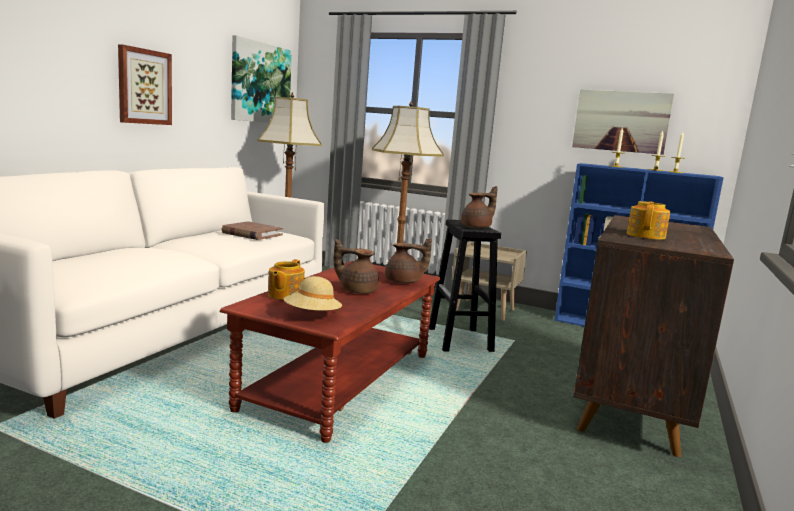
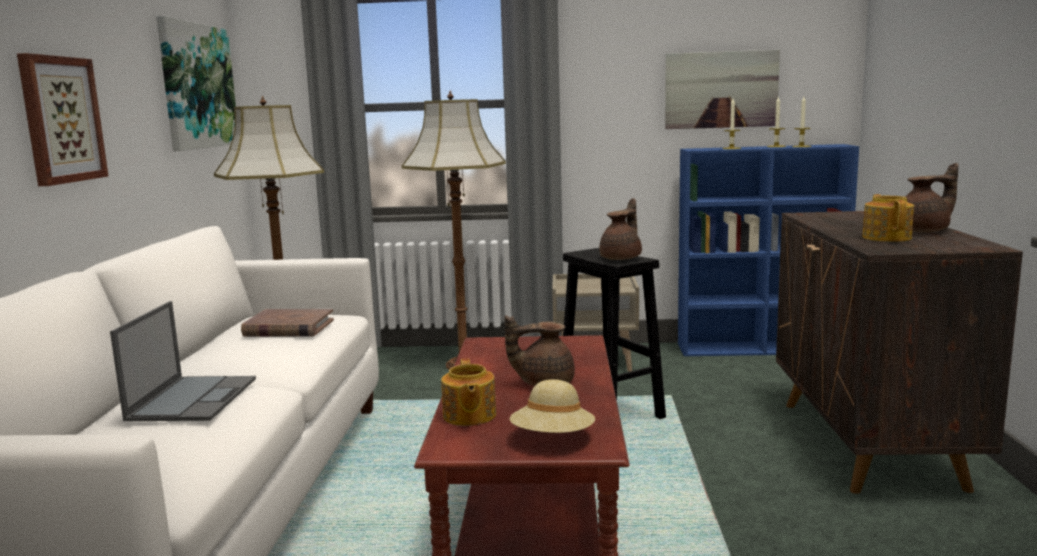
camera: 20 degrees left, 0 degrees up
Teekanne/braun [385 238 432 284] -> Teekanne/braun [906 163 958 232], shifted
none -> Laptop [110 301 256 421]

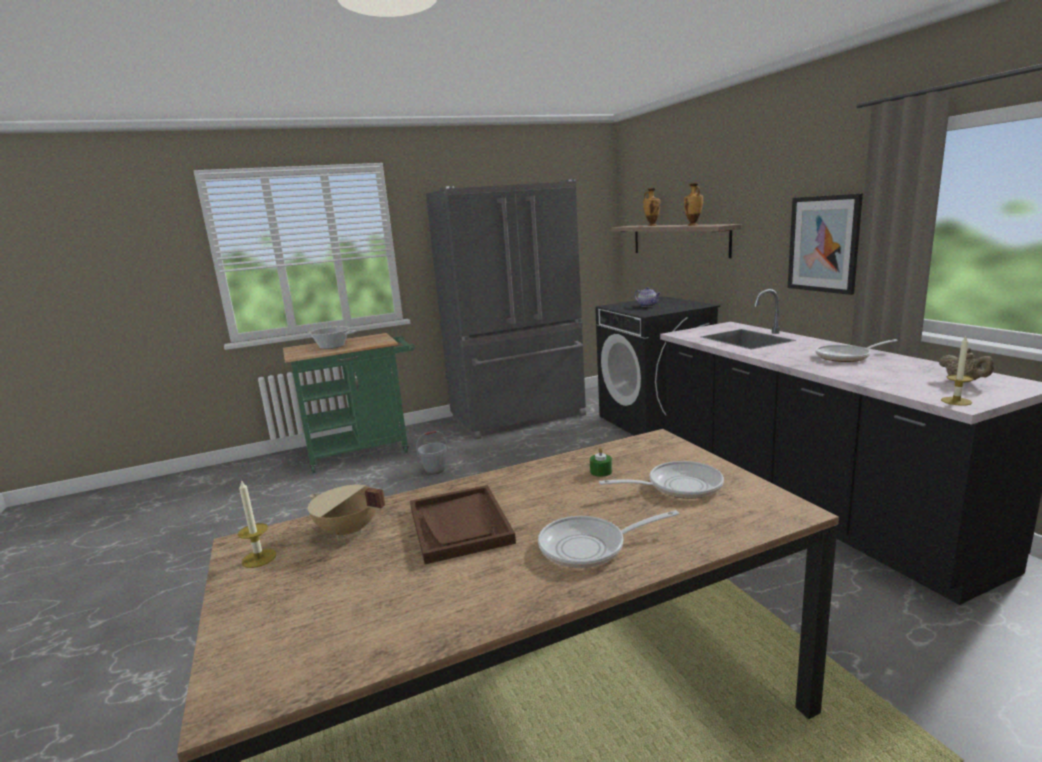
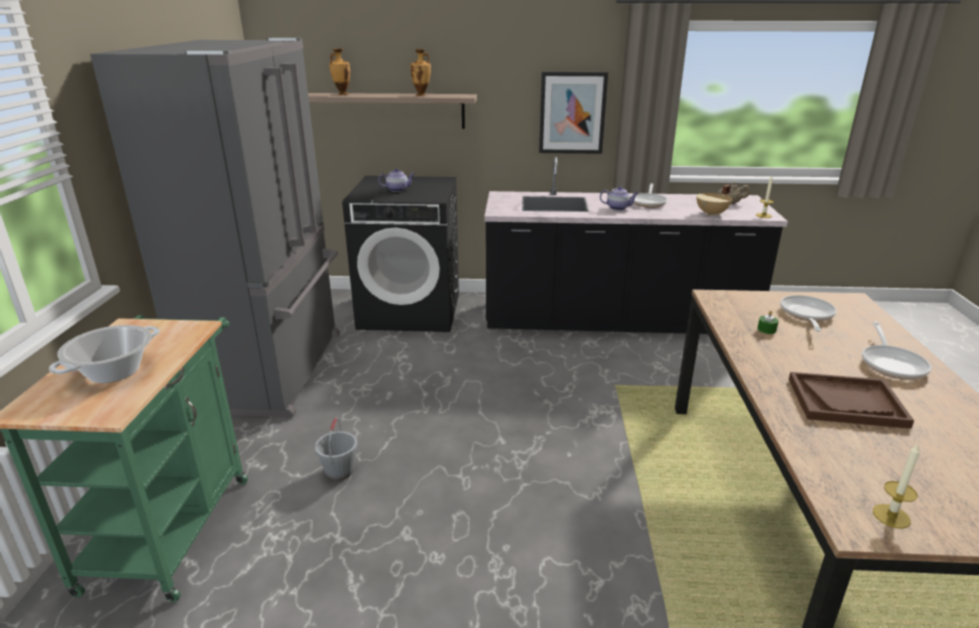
camera: 65 degrees left, 10 degrees up
Kochtopf/beige [308 485 386 539] -> Kochtopf/beige [696 185 732 216], shifted
none -> Teekanne [600 186 639 210]

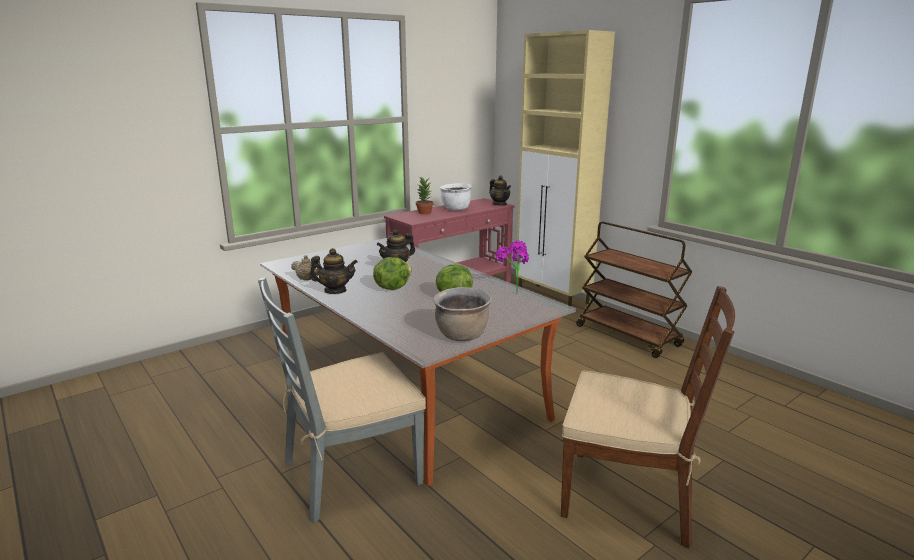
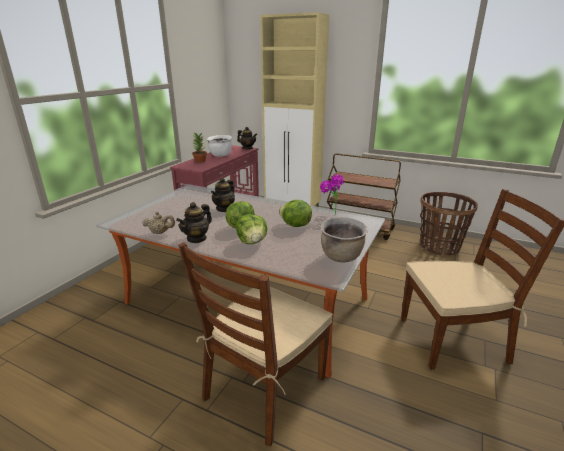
camera: 25 degrees left, 5 degrees up
Teekanne [309 248 358 294] -> Teekanne [176 202 212 243], 150 degrees clockwise
Stuhl/grau [258 277 426 523] -> Stuhl/braun [178 242 333 446]
none -> Korb [420 192 478 256]
none -> Salatkopf [236 214 267 244]

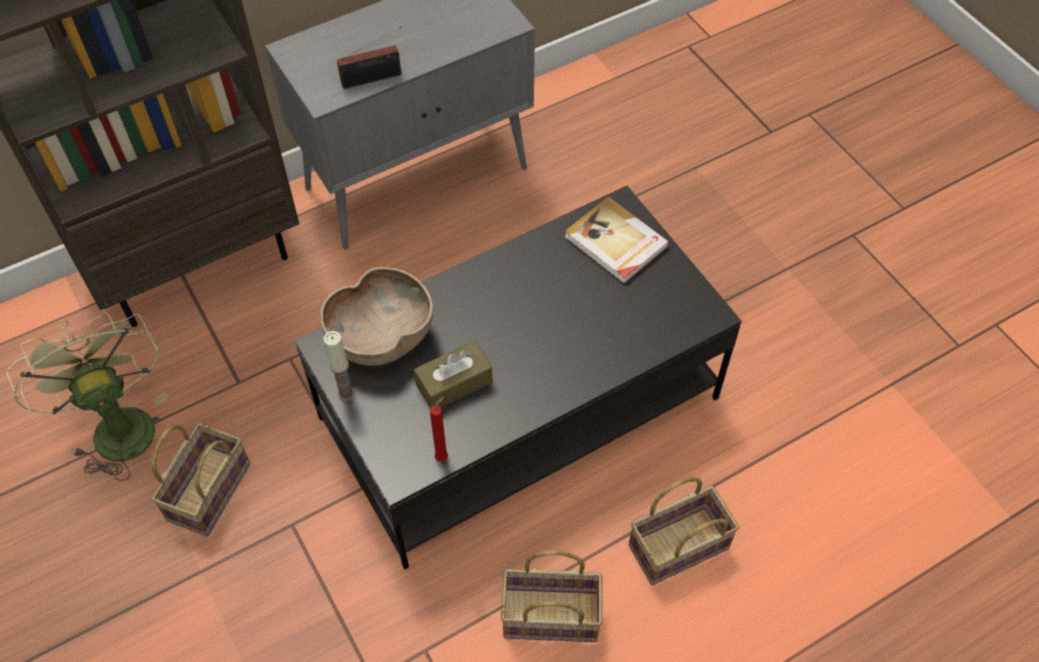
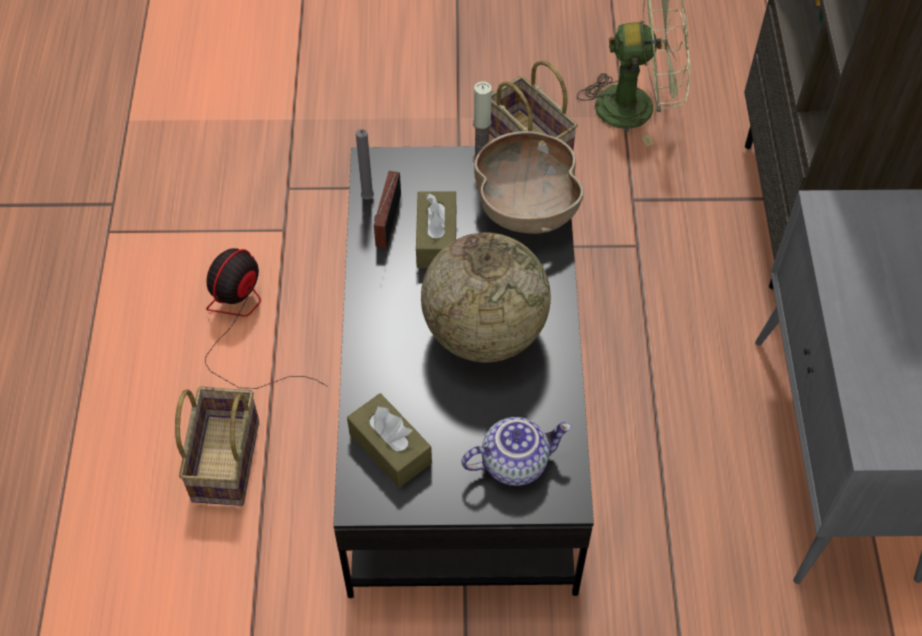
camera: 120 degrees right, 0 degrees up
Radio [337 26 402 89] -> Radio [374 171 401 248], shifted
Buch [564 197 669 284] -> Teekanne [461 417 571 486]
Kerze/rot [430 396 448 462] -> Kerze/grau [356 129 374 200]
Korb [501 551 603 642] -> Ventilator [205 248 328 389]
none -> Globus [421 232 551 362]
none -> Taschentuchbox/braun [347 393 432 488]

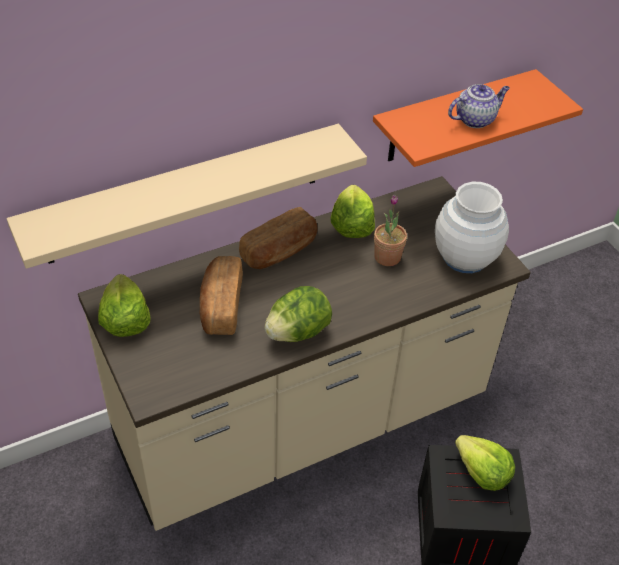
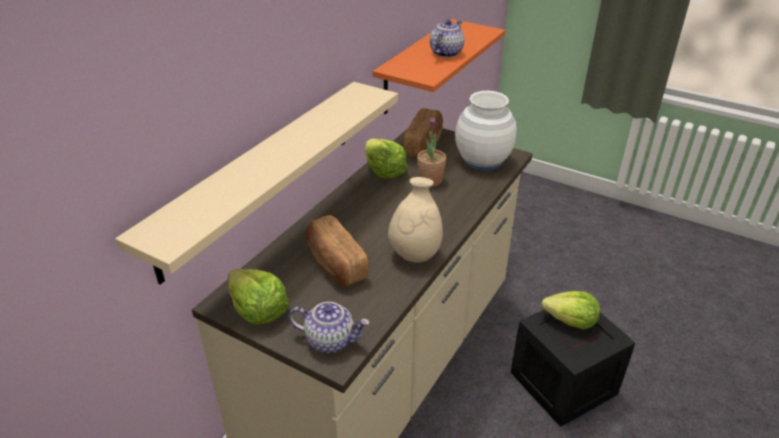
camera: 30 degrees left, 10 degrees down
Brot [239 207 318 269] -> Brot [403 108 443 157], shifted
Salatkopf [264 286 332 342] -> Vase/beige [388 177 443 263]
none -> Teekanne [289 302 370 353]

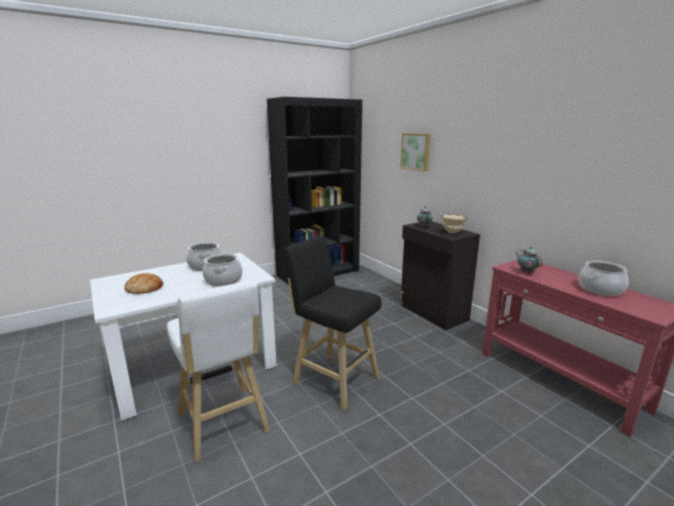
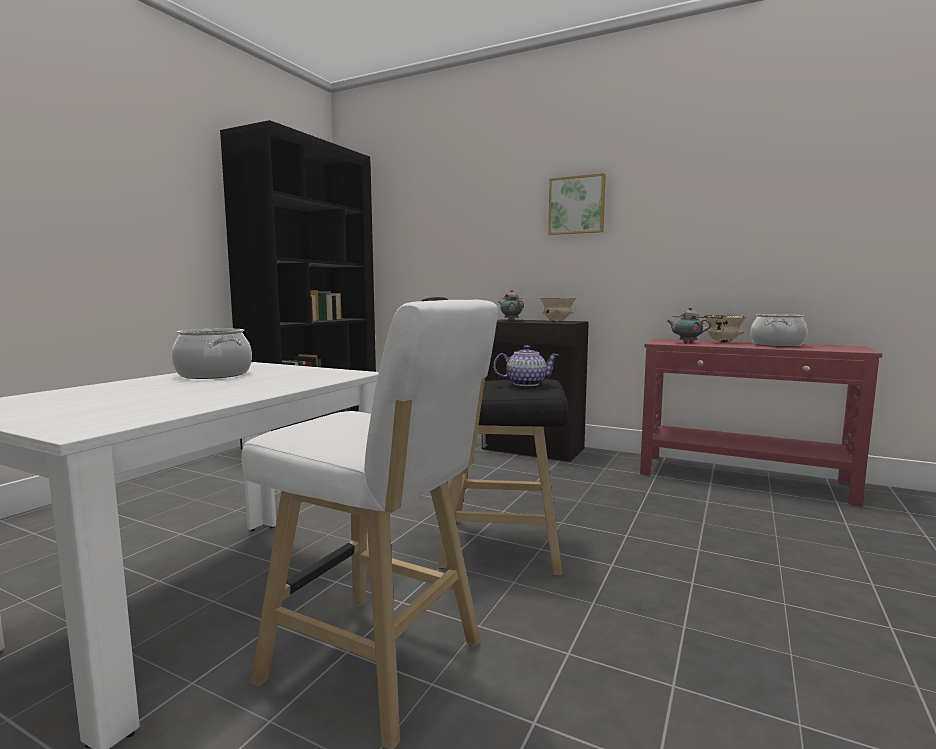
camera: 30 degrees left, 10 degrees down
Bild [400 133 430 171] -> Bild [548 173 606 235], shifted
Kochtopf [203 254 242 286] -> none
Brot [124 273 163 294] -> none
none -> Schüssel/beige [704 315 746 342]
none -> Teekanne [493 345 559 386]

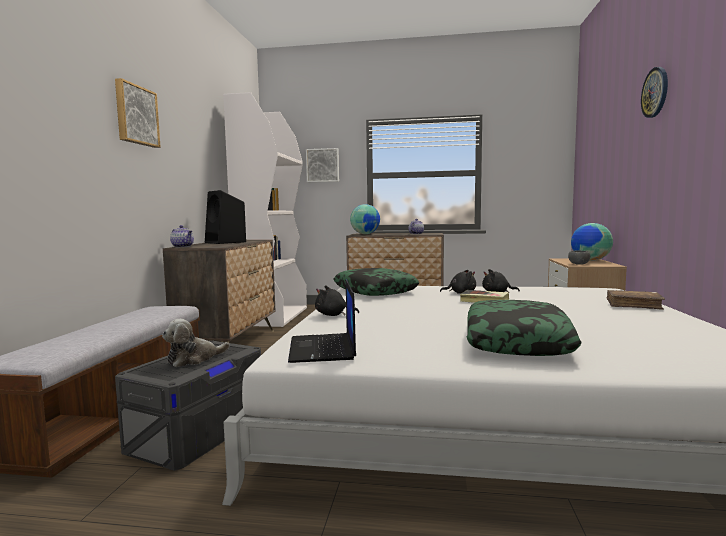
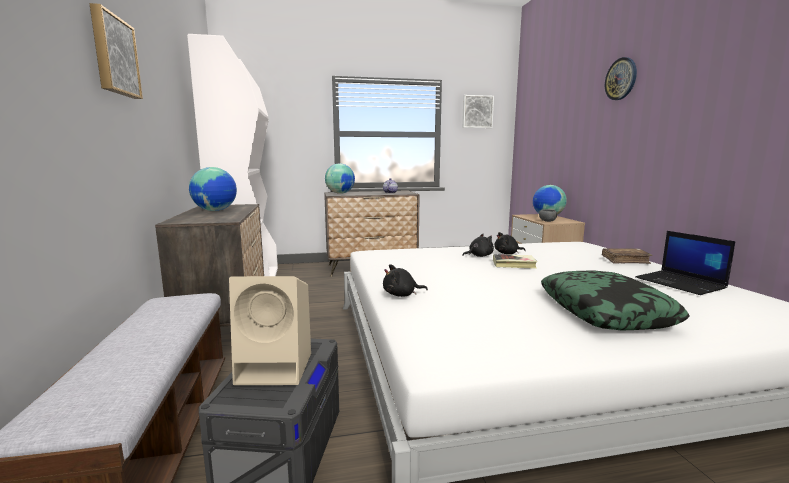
camera: 20 degrees left, 5 degrees up
Bild [306 148 339 182] -> Bild [462 95 494 128], shifted
Lautsprecher/schwarz [205 190 246 244] -> Globus [189 167 237 211]
Teekanne [170 225 194 247] -> none
Kissen [334 268 419 296] -> none
Laptop [288 279 356 363] -> Laptop [635 231 735 295], shifted
Plüschtier [162 319 230 367] -> Lautsprecher/beige [229 276 311 385]

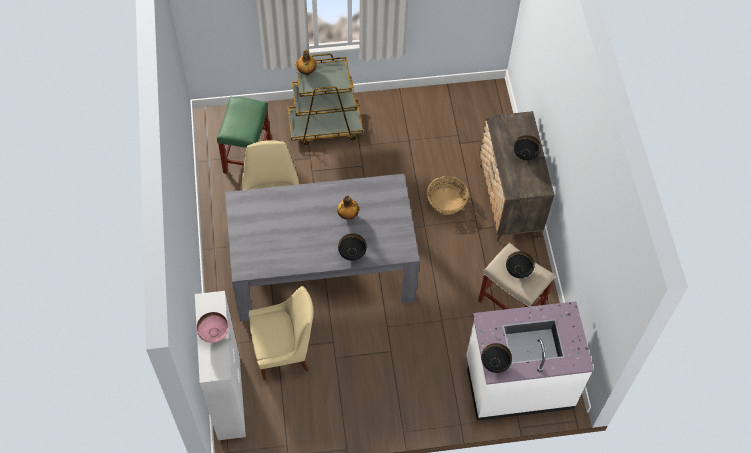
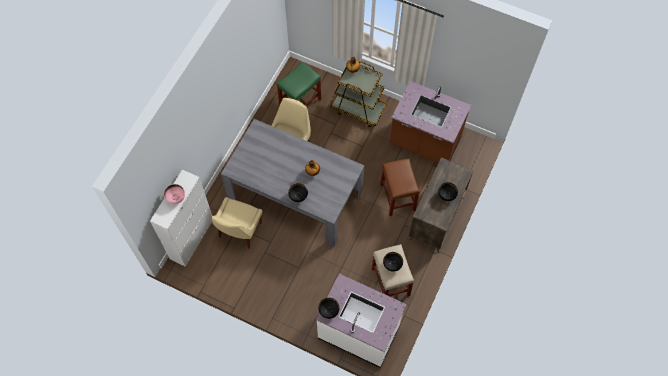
camera: 35 degrees right, 5 degrees up
Korb [427 176 469 215] -> Hocker/braun [380 159 420 216]
Stuhl/beige [249 286 313 380] -> Stuhl/beige [212 197 262 249], 90 degrees clockwise
none -> Küchenzeile/braun [390 81 471 163]

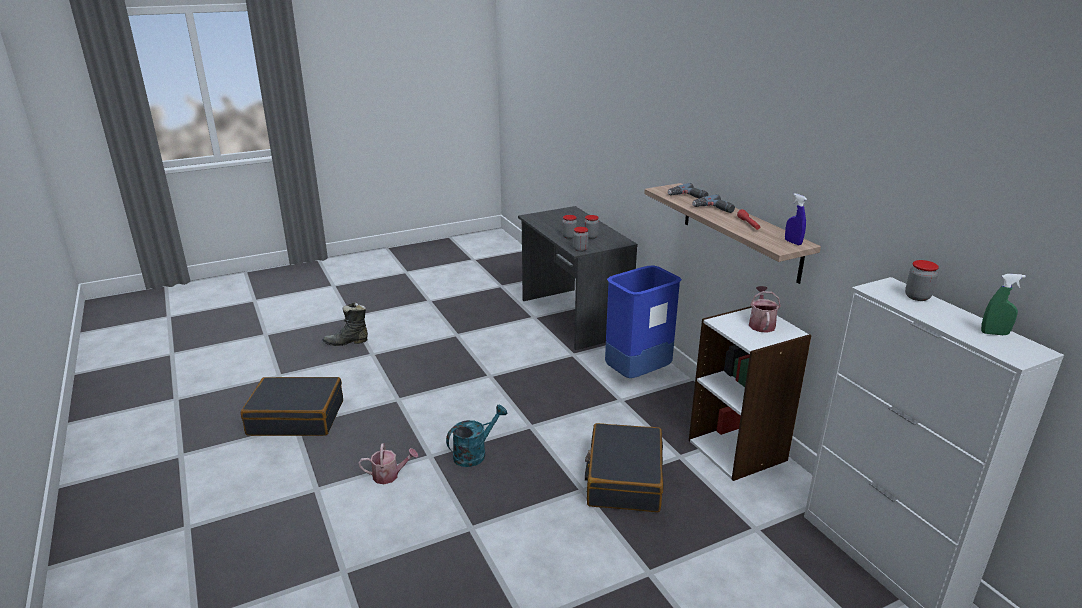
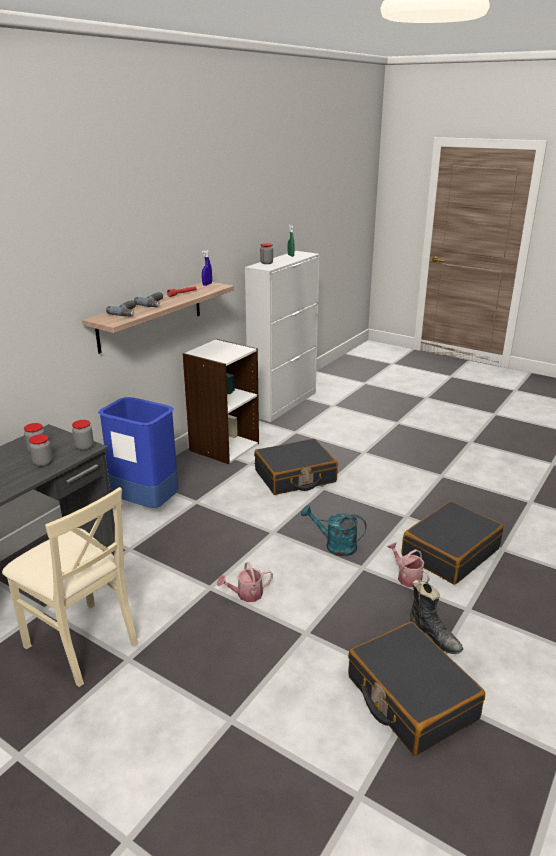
camera: 120 degrees left, 0 degrees up
Gießkanne [749 286 781 333] -> Gießkanne [217 562 273 602], shifted
Stiefel/schwarz [323 302 368 346] -> Stiefel/schwarz [410 579 463 654], shifted
none -> Stuhl/beige [2 487 138 687]
none -> Koffer/schwarz [402 501 504 584]

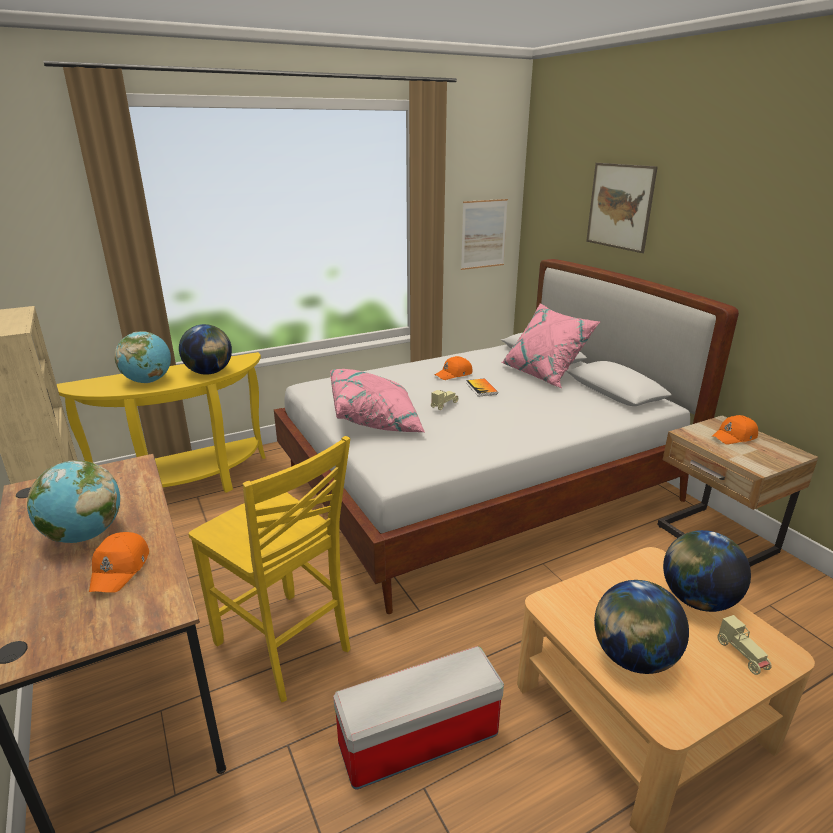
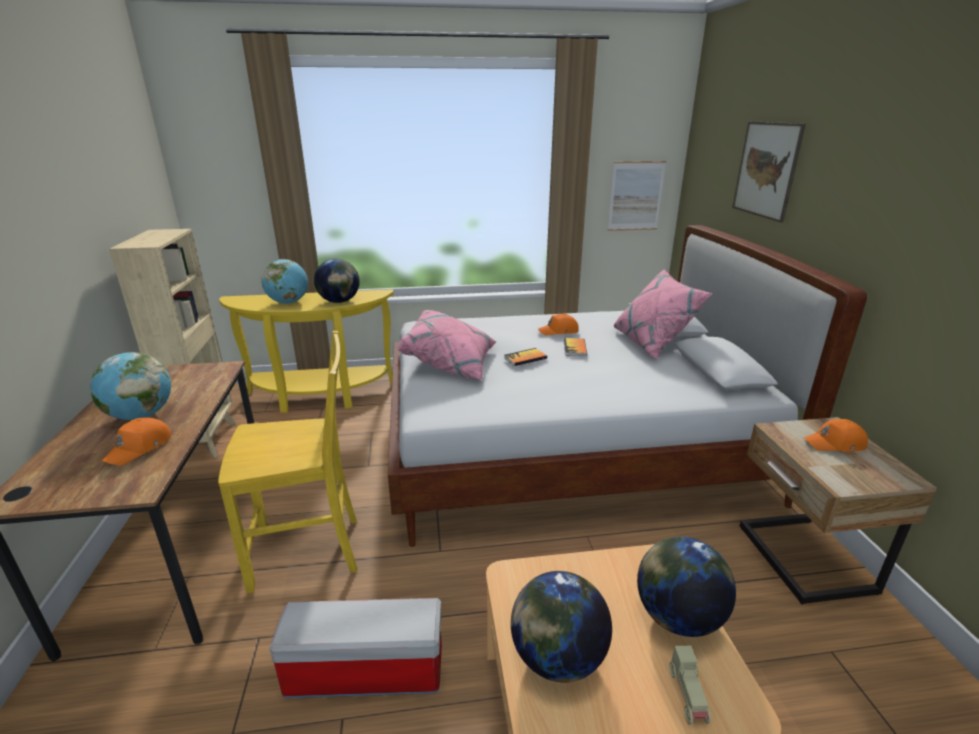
camera: 20 degrees right, 0 degrees up
Spielzeugauto/beige [431 390 458 410] -> Buch [504 348 547 366]
Stuhl/gelb [189 436 350 702] -> Stuhl/gelb [218 331 358 593], 75 degrees counterclockwise

